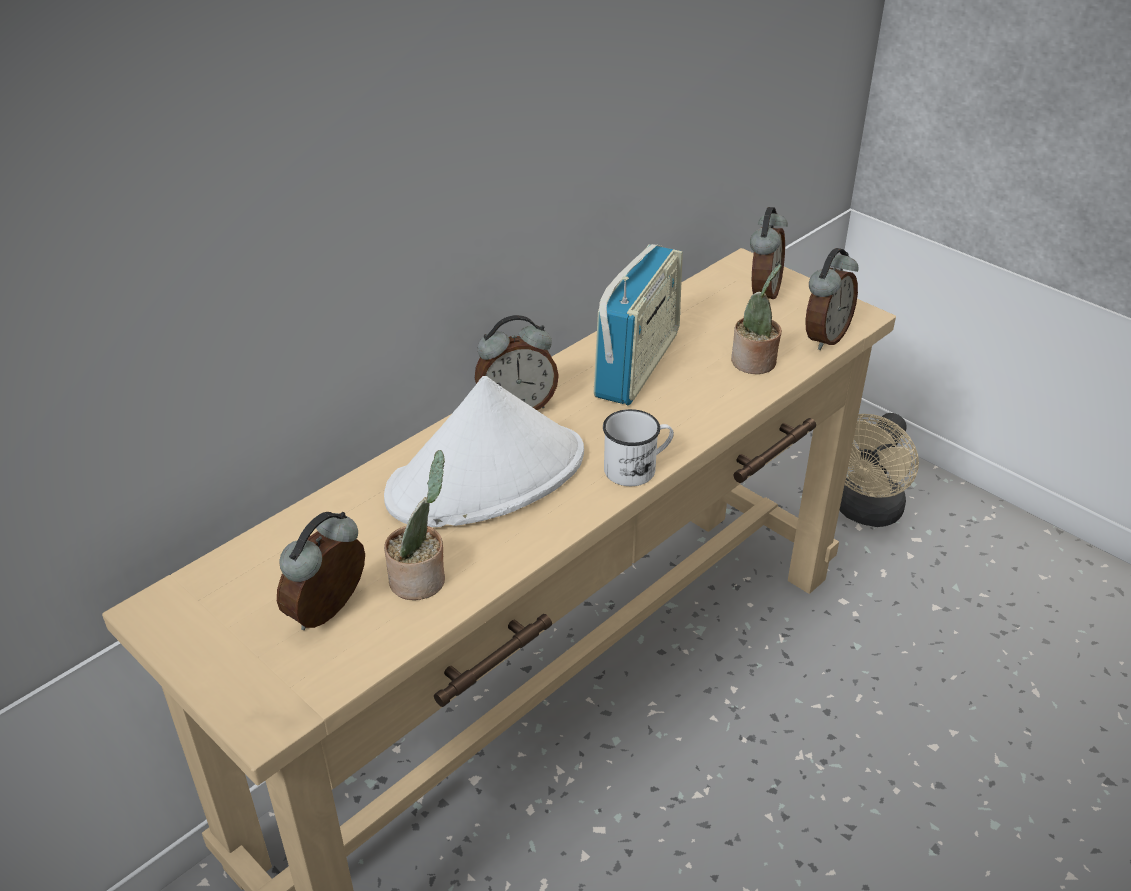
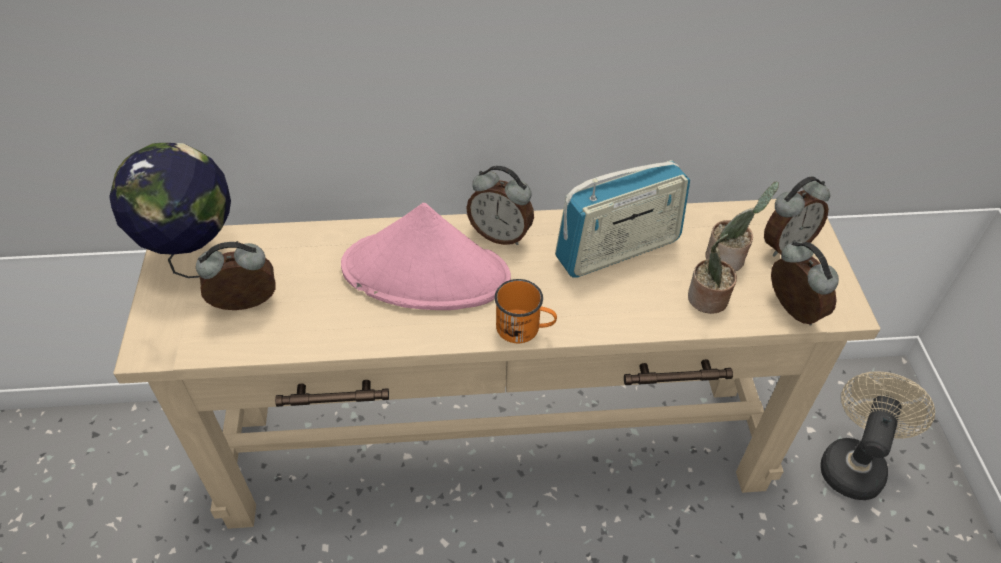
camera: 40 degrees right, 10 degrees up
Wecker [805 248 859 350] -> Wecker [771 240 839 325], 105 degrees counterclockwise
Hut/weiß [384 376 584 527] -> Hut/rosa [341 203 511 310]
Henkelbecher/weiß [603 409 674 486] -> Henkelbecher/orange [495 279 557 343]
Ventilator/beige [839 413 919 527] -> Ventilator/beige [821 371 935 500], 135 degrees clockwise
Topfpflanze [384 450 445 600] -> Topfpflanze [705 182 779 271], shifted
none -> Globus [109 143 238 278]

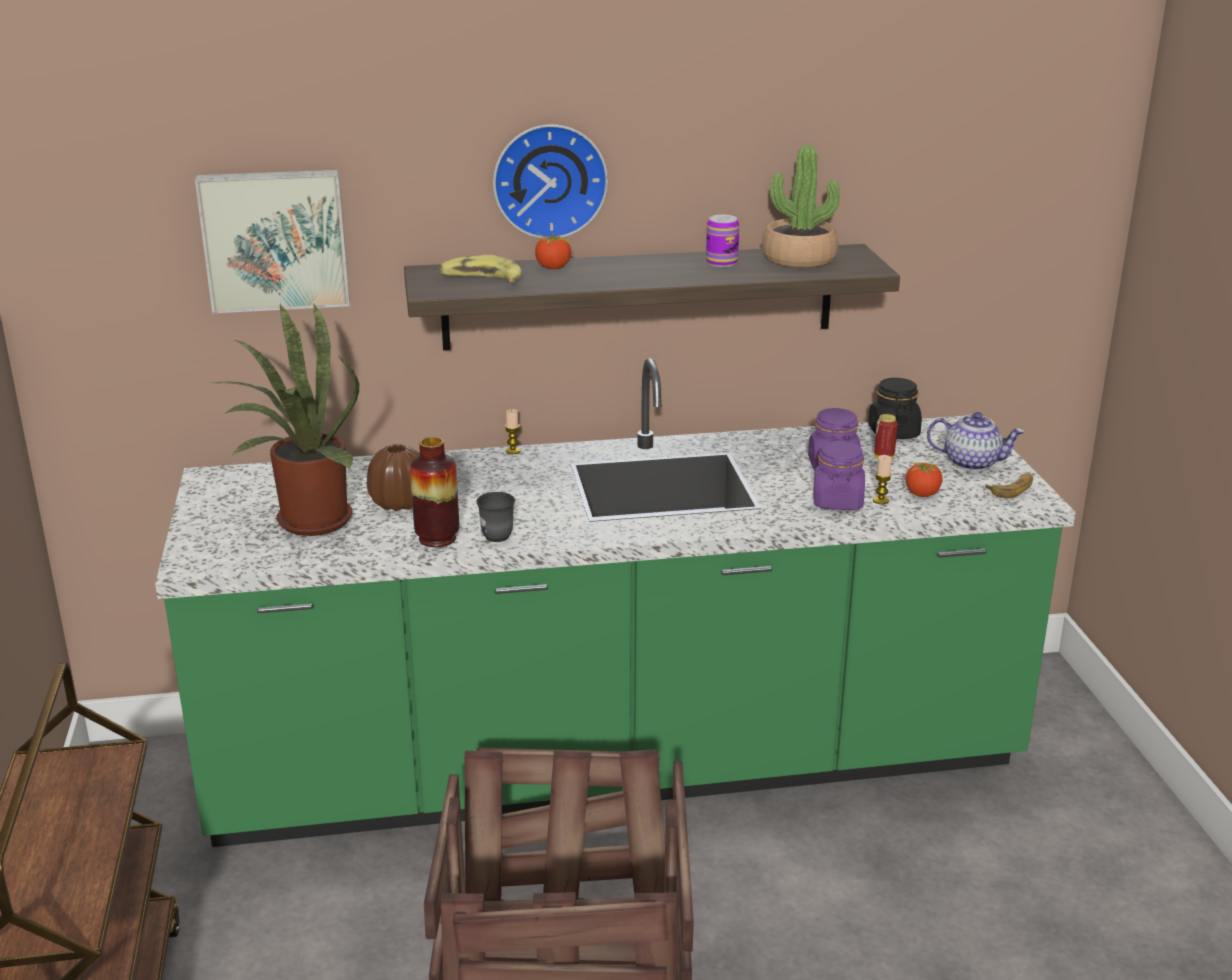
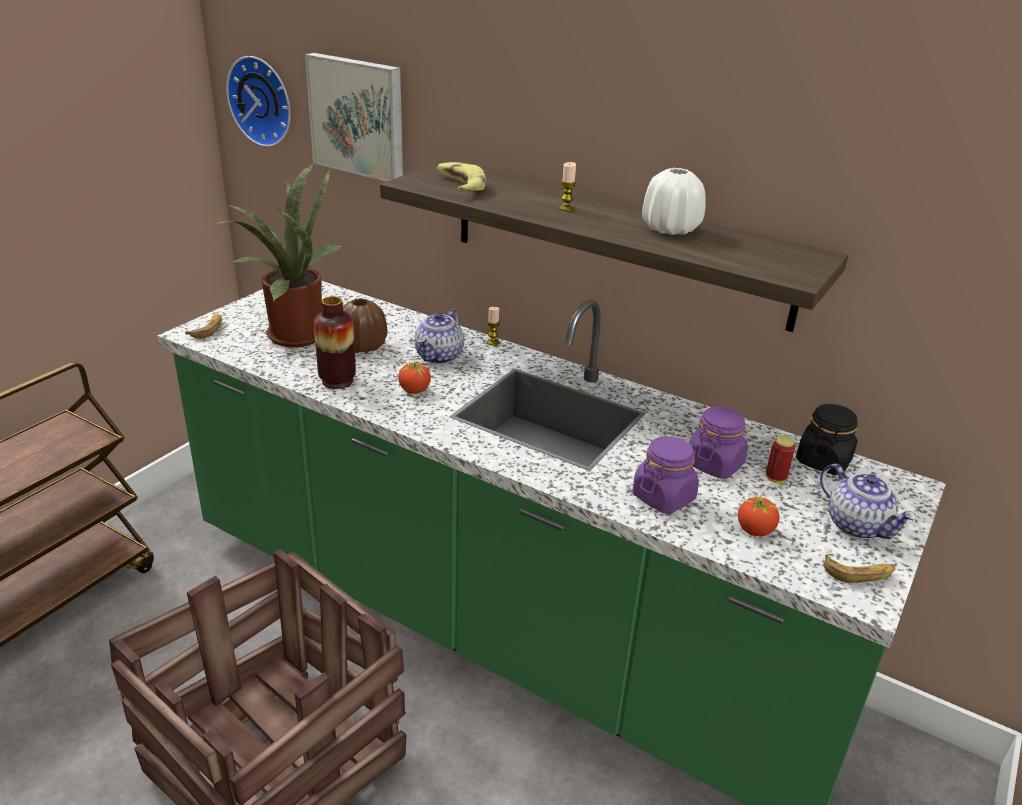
camera: 40 degrees right, 5 degrees up
Wanduhr [493 124 608 238] -> Wanduhr [226 56 291 147], shifted
Topfpflanze [762 145 840 268] -> none
Dose [706 215 739 267] -> Vase/weiß [642 168 706 235]
Tomate [533 231 572 269] -> Tomate [398 355 431 394], shifted
Kerze [873 455 892 504] -> Kerze [559 162 576 211], shifted
Henkelbecher/grau [477 492 515 542] -> none
none -> Teekanne [415 309 464 364]
none -> Banane [185 314 222 339]

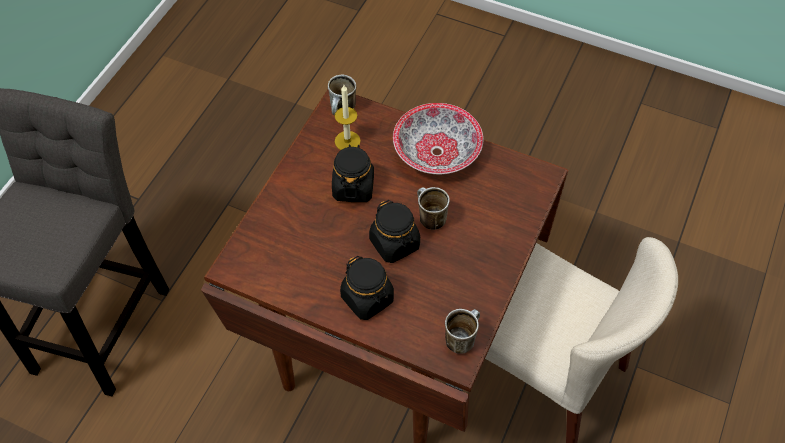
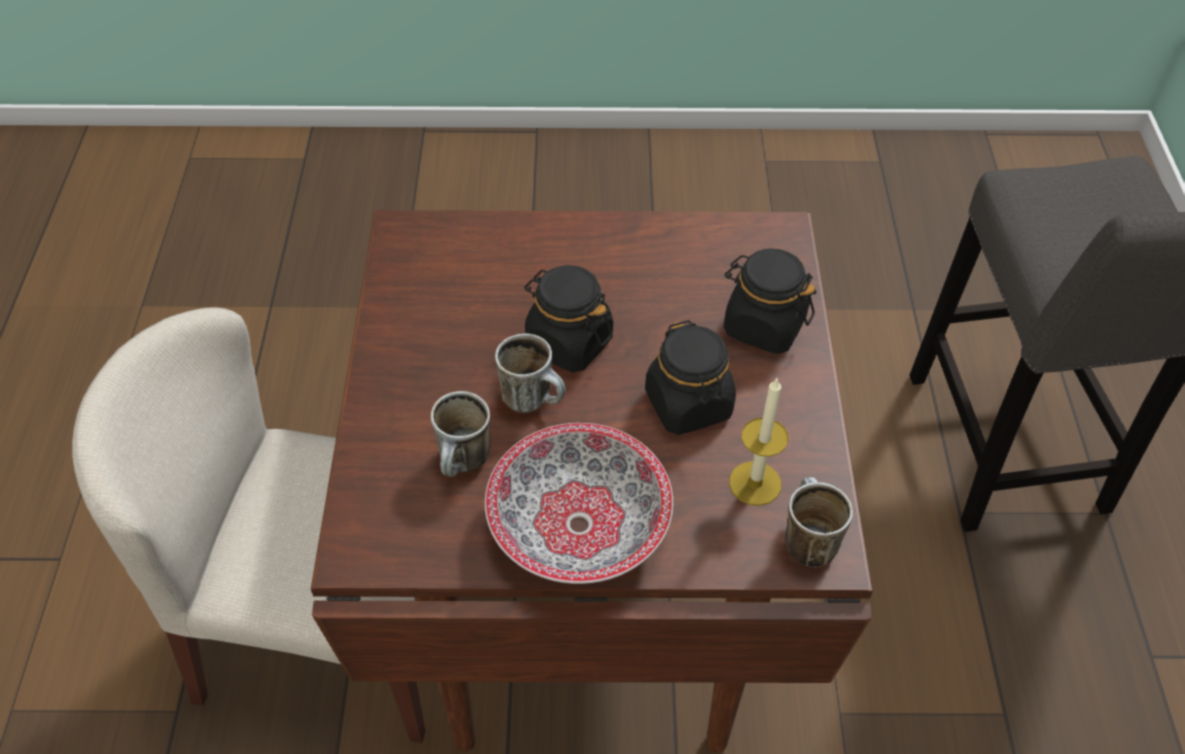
camera: 155 degrees right, 5 degrees down
Vorratsglas/schwarz [340 256 394 320] -> Vorratsglas/schwarz [724 248 816 354], shifted
Henkelbecher [445 309 480 354] -> Henkelbecher [431 391 491 477], shifted

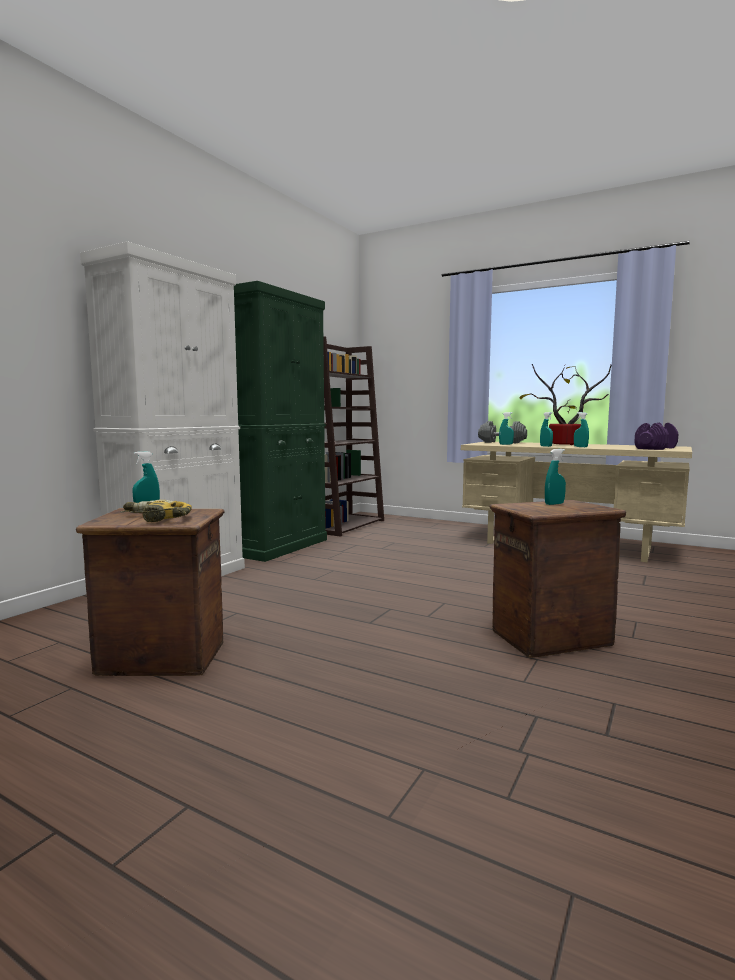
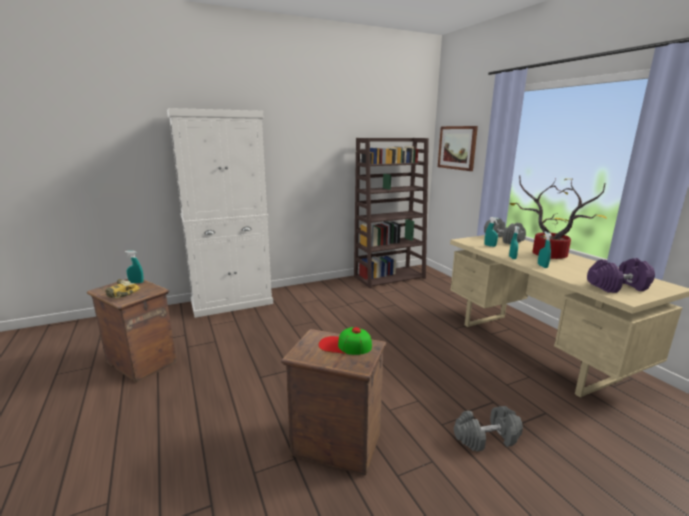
camera: 35 degrees right, 10 degrees up
Schrank/grün [234 281 327 562] -> none
Sprühflasche/türkis [545 449 566 505] -> Kappe [318 327 372 355]
none -> Bild [438 126 478 171]
none -> Hantel/grau [454 406 523 452]

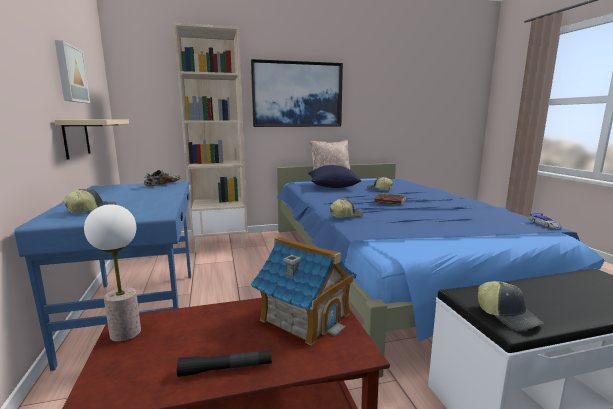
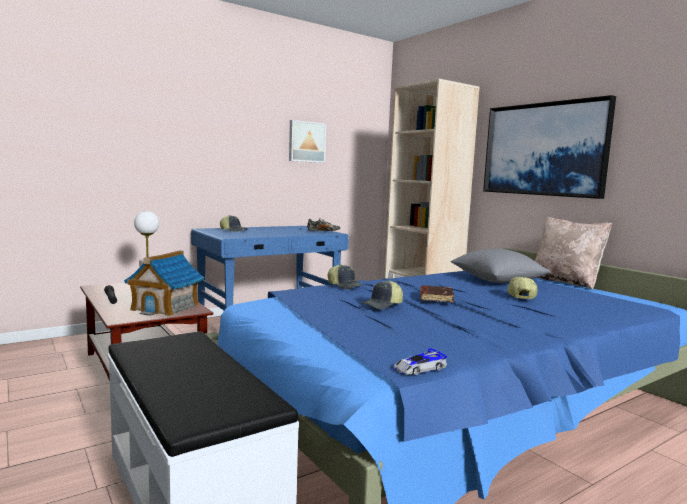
camera: 70 degrees right, 5 degrees down
Wandregal/beige [54 120 129 160] -> none
Kissen/blau [308 165 361 188] -> Kissen/grau [450 249 550 283]
Kappe [478 281 543 331] -> Kappe [361 280 403 309], shifted

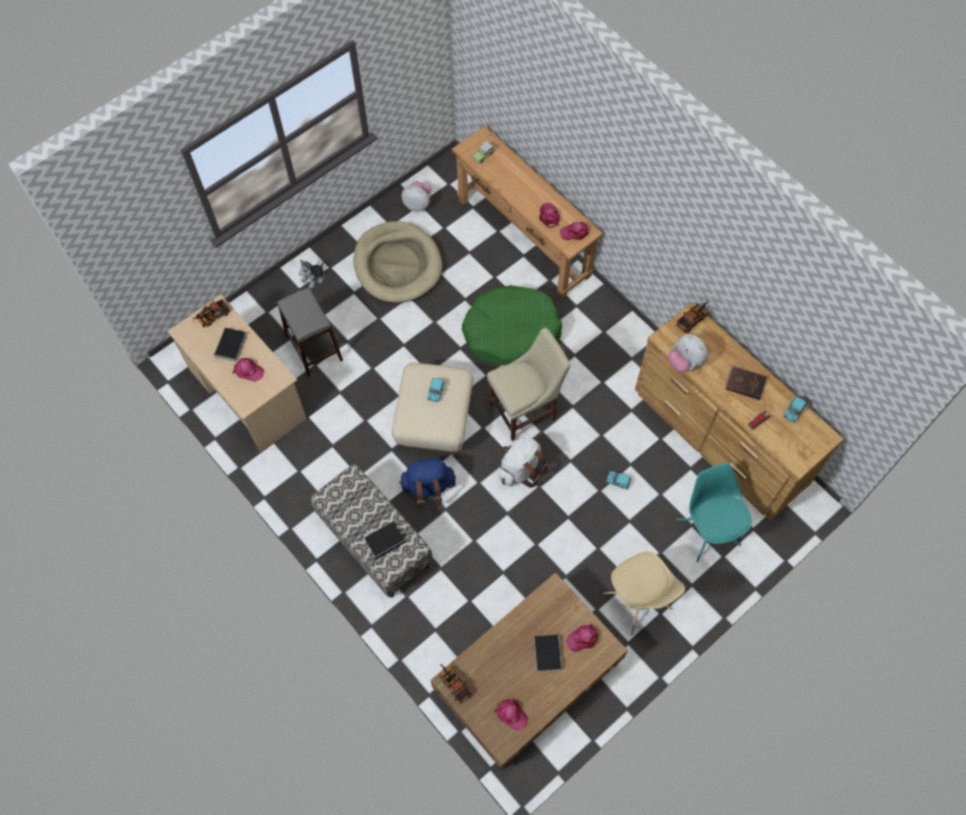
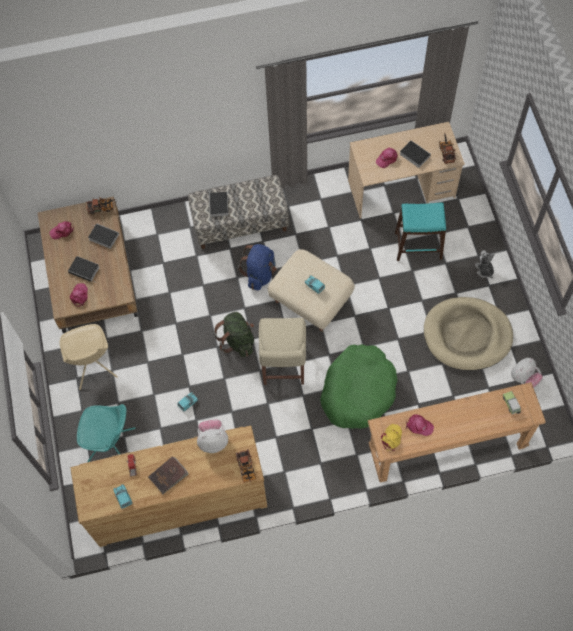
camera: 120 degrees right, 0 degrees up
Kappe/rosa [560 222 589 241] -> Kappe/gelb [381 424 402 451]
Hocker/grau [277 287 343 377] -> Hocker/türkis [395 202 446 261]
Rucksack/weiß [499 436 548 488] -> Rucksack/grün [213 312 254 357]
Stuhl/beige [603 551 685 635] -> Stuhl/beige [60 324 118 390], 105 degrees counterclockwise
none -> Buch [88 223 119 249]

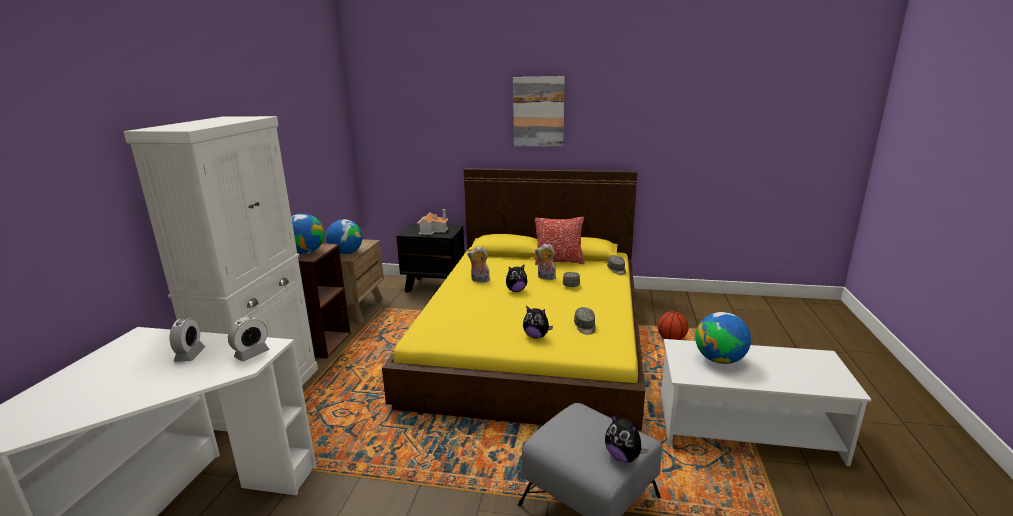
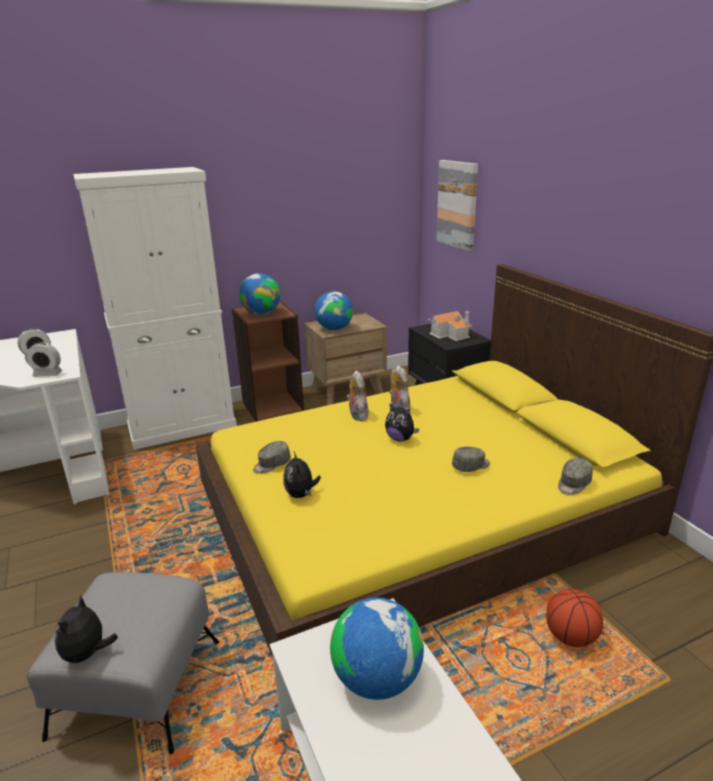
camera: 55 degrees right, 5 degrees up
Bild [513 76 565 147] -> Bild [436 160 478 252], shifted
Kissen [535 217 585 265] -> none
Plüschtier [535 244 556 280] -> Plüschtier [346 370 369 421], shifted
Kappe/grau [574 307 596 335] -> Kappe/grau [253 441 291 474], shifted

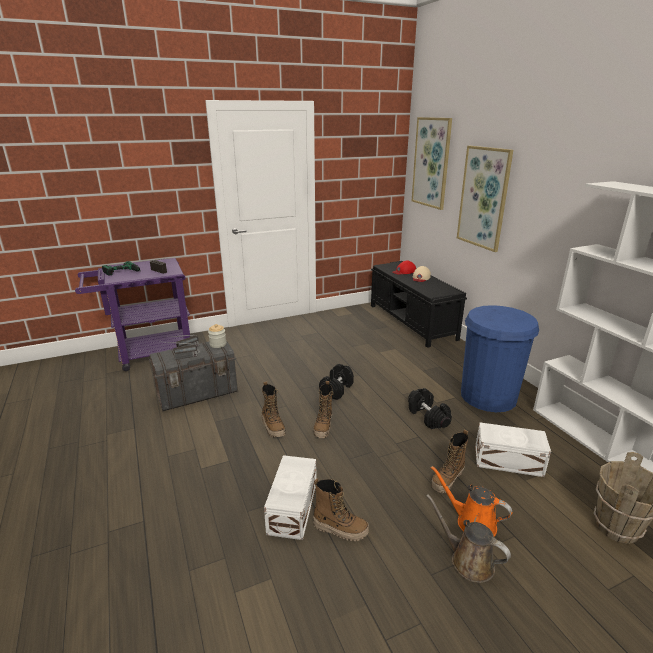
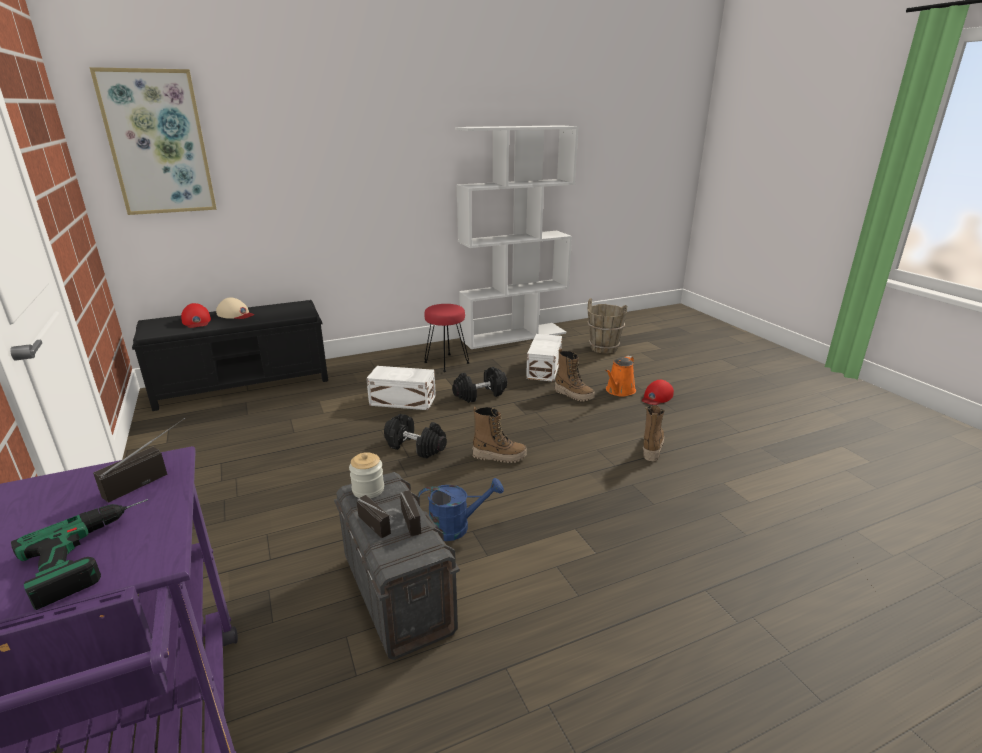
camera: 90 degrees left, 0 degrees up
Bild [457 146 513 252] -> none
Mülleimer/blau [461 305 539 412] -> Hocker/rot [424 304 469 372]
Stiefel [261 382 285 438] -> none
Aufbewahrungsbox/weiß [264 455 316 540] -> Aufbewahrungsbox/weiß [366 366 436 410], shifted
Gießkanne/braun [426 494 511 583] -> Kappe/rot [642 380 674 405]
none -> Gießkanne/blau [417 478 504 541]

